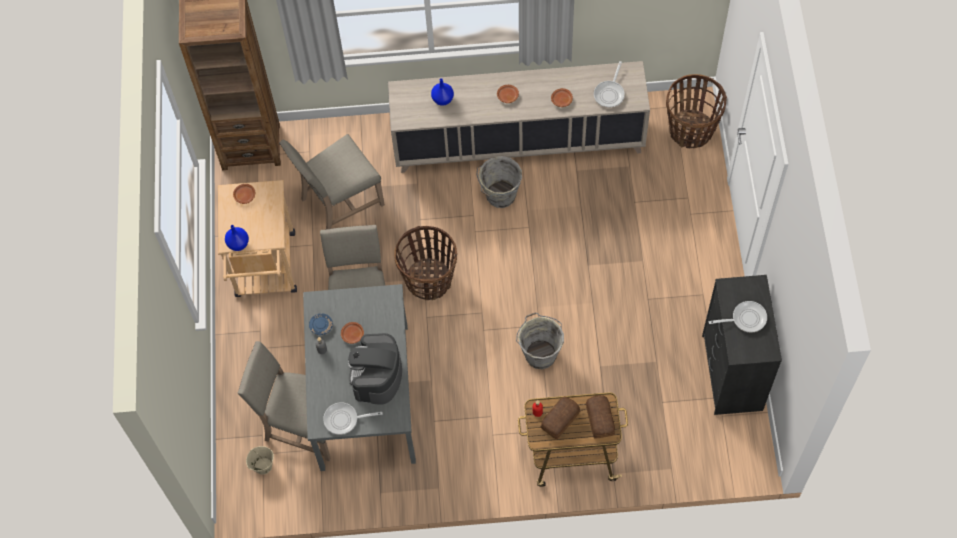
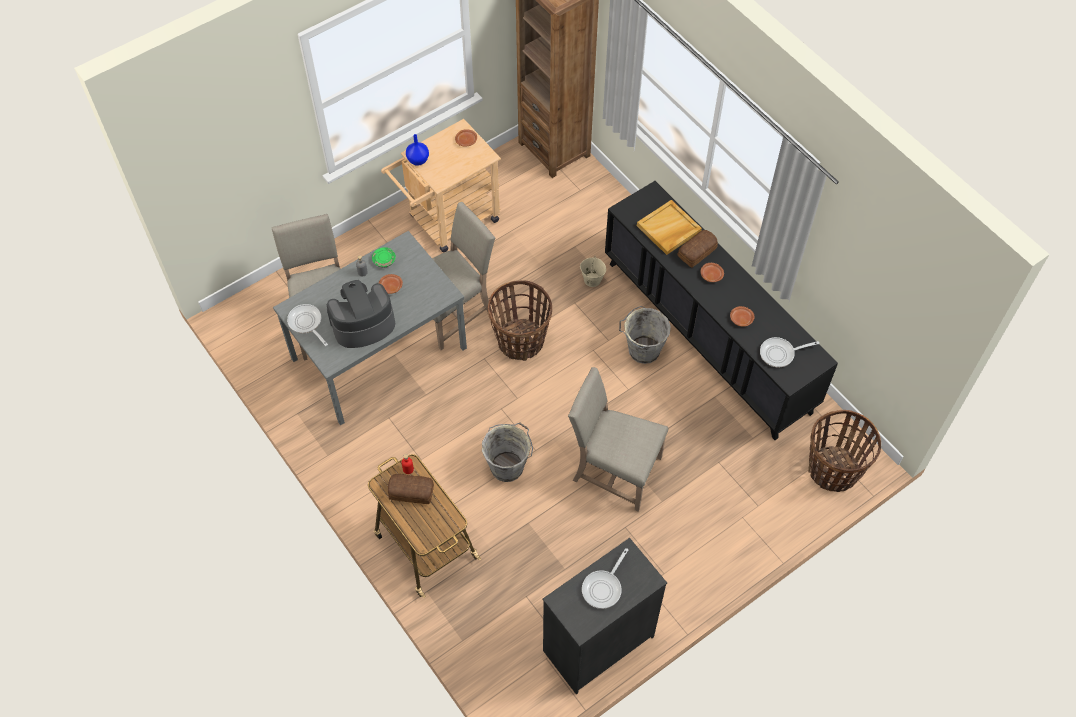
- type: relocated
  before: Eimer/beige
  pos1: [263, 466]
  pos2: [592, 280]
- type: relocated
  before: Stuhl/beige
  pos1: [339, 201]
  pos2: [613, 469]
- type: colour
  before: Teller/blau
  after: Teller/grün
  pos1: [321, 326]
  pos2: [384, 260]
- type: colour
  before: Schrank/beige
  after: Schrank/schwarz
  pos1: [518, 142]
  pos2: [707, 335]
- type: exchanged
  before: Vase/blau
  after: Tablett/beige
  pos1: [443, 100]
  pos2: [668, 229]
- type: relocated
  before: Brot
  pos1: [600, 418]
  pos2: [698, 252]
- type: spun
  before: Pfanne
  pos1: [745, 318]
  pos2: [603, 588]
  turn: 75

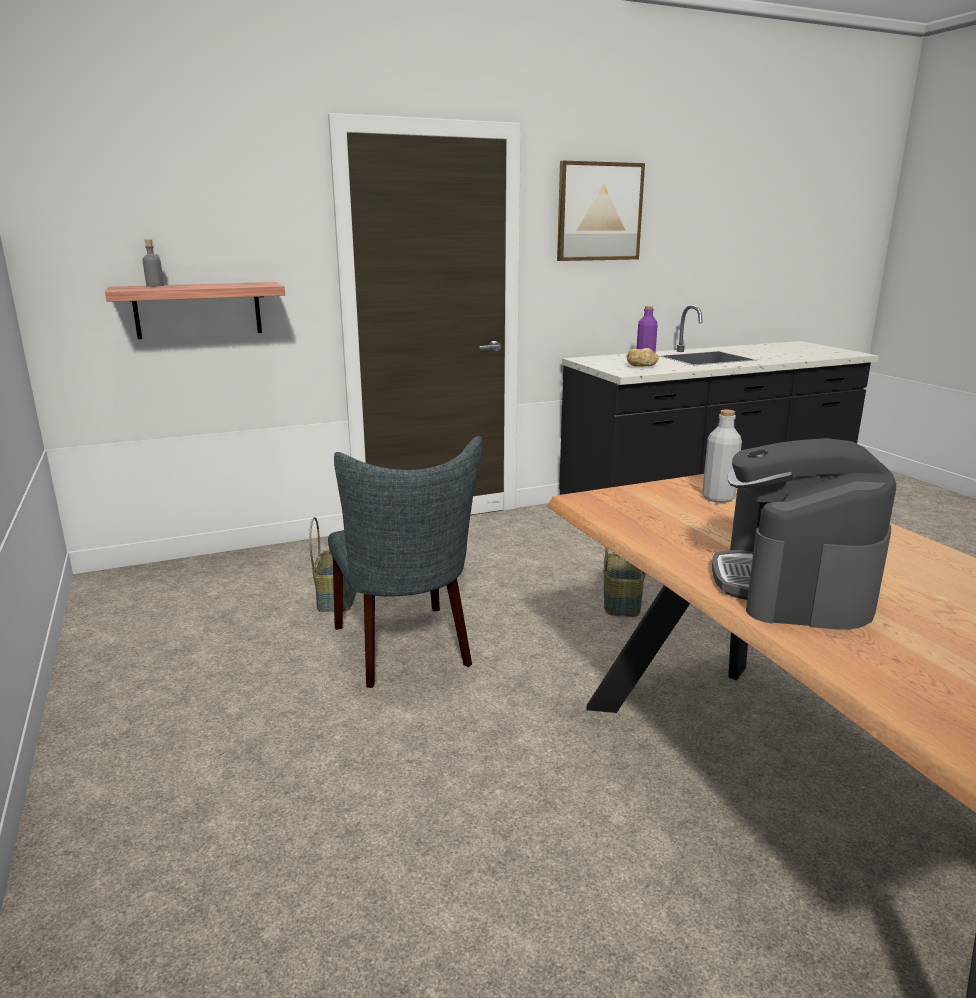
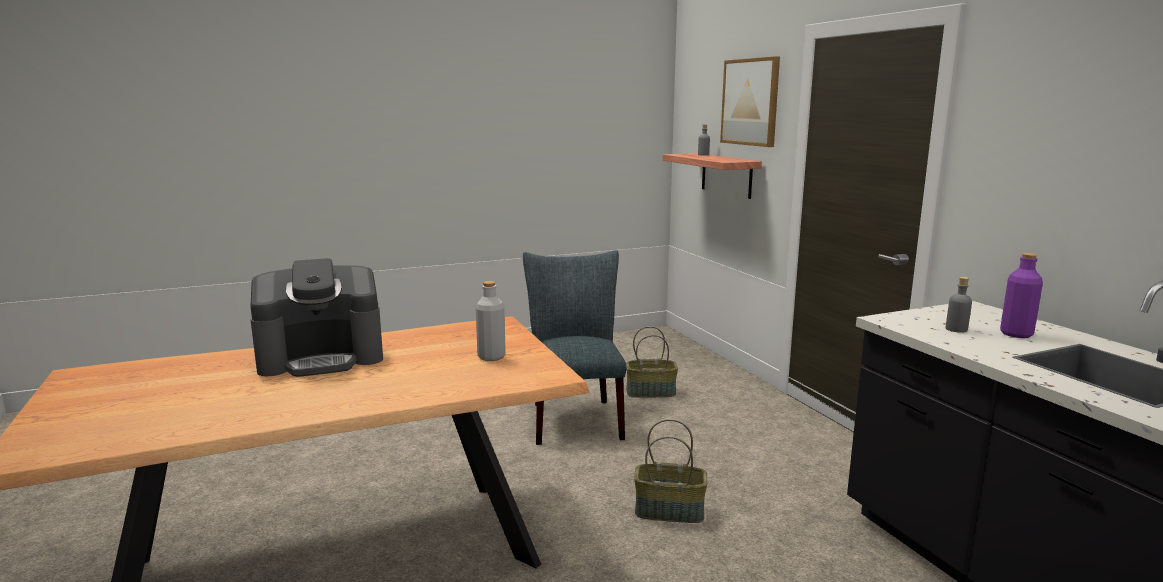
- type: spun
  before: Stuhl/grau
  pos1: [406, 649]
  pos2: [574, 418]
  turn: 105
- type: relocated
  before: Bild
  pos1: [599, 212]
  pos2: [750, 102]
- type: exchanged
  before: Brot
  after: Flasche/grau
  pos1: [641, 366]
  pos2: [956, 329]
- type: spun
  before: Kaffeemaschine
  pos1: [793, 584]
  pos2: [322, 358]
  turn: 150

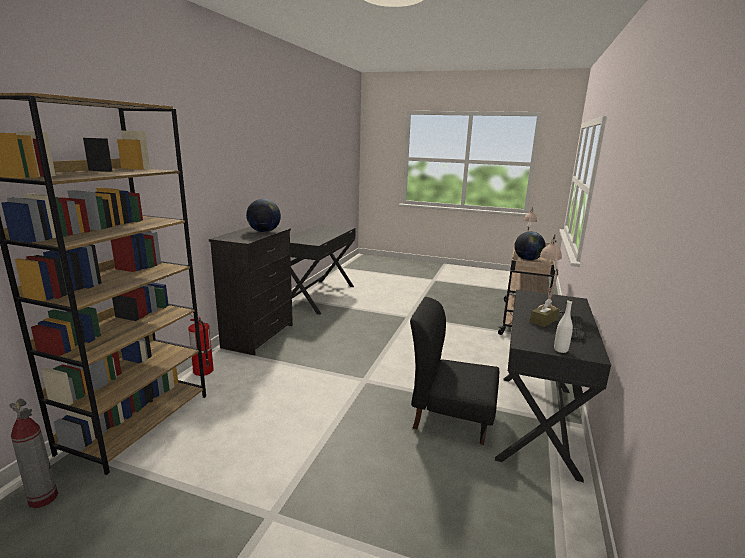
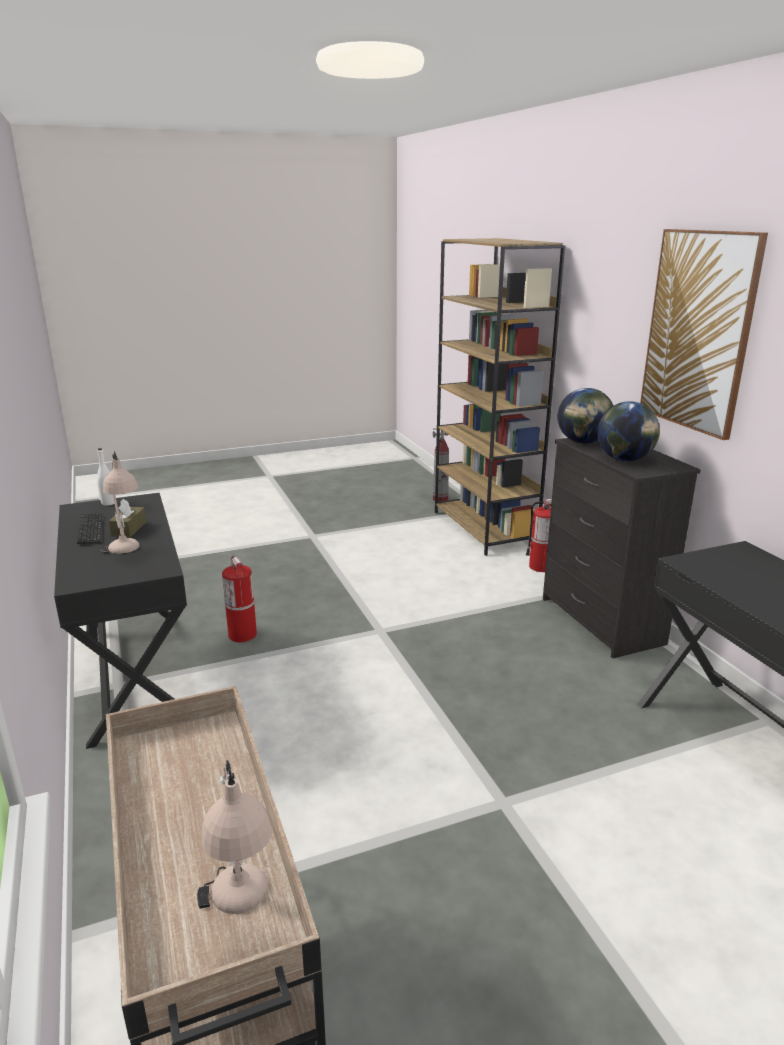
- type: exchanged
  before: Stuhl/schwarz
  after: Feuerlöscher
  pos1: [450, 417]
  pos2: [242, 635]
- type: relocated
  before: Globus
  pos1: [527, 259]
  pos2: [583, 442]
- type: appeared
  after: Bild
  pos2: [698, 331]

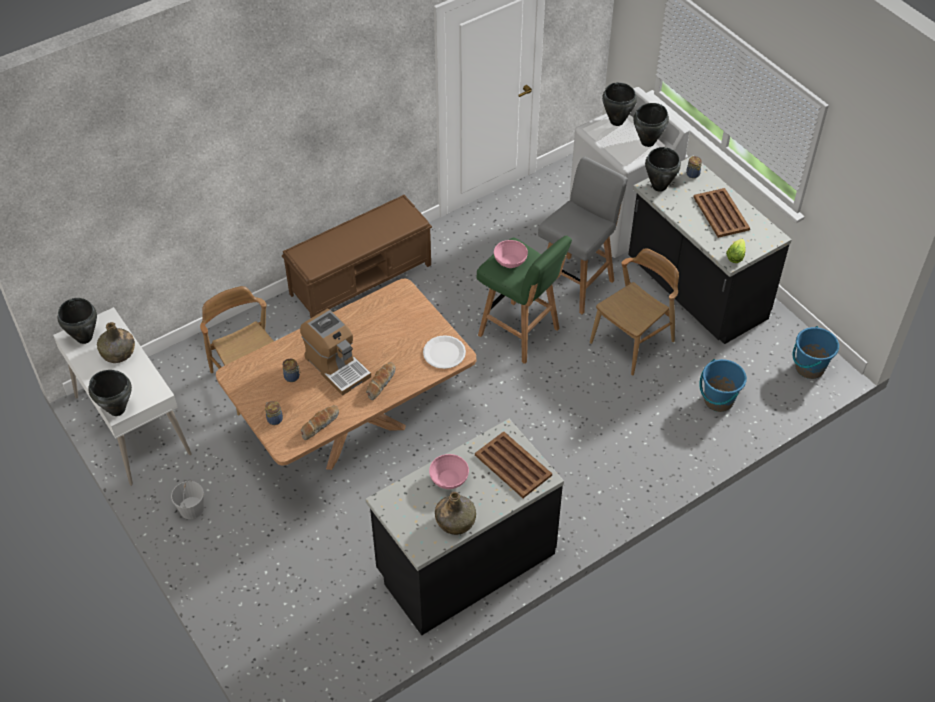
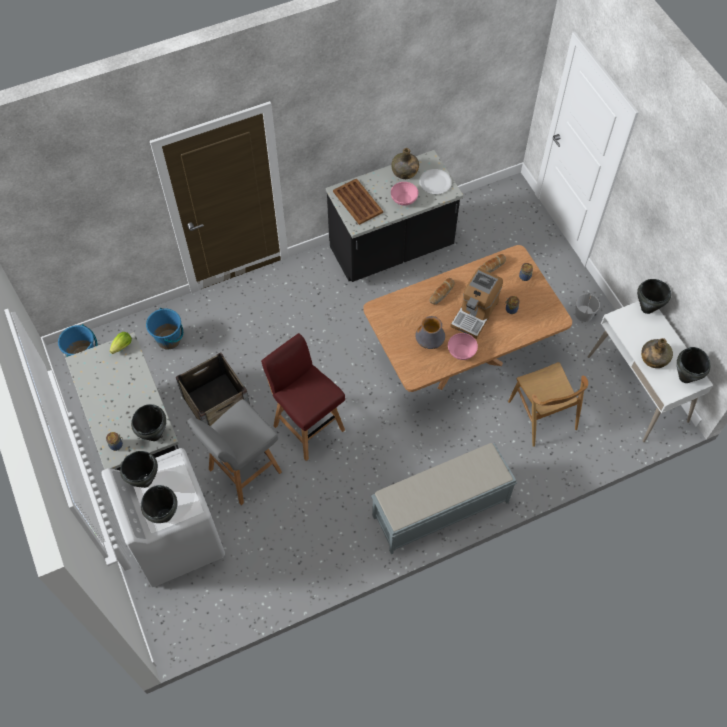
- type: colour
  before: Bank/braun
  after: Bank/grau
  pos1: [362, 279]
  pos2: [439, 509]
- type: spun
  before: Kaffeemaschine
  pos1: [337, 366]
  pos2: [475, 313]
  turn: -120
- type: relocated
  before: Teller/weiß
  pos1: [444, 353]
  pos2: [435, 182]
- type: colour
  before: Hocker/grün
  after: Hocker/rot
  pos1: [520, 333]
  pos2: [308, 426]
- type: relocated
  before: Schüssel/rosa
  pos1: [510, 261]
  pos2: [461, 351]
- type: exchanged
  before: Stuhl/braun
  after: Kiste
  pos1: [632, 342]
  pos2: [216, 402]
- type: missing
  before: Tablett/braun
  pos1: [721, 213]
- type: appeared
  after: Vase
  pos2: [429, 343]

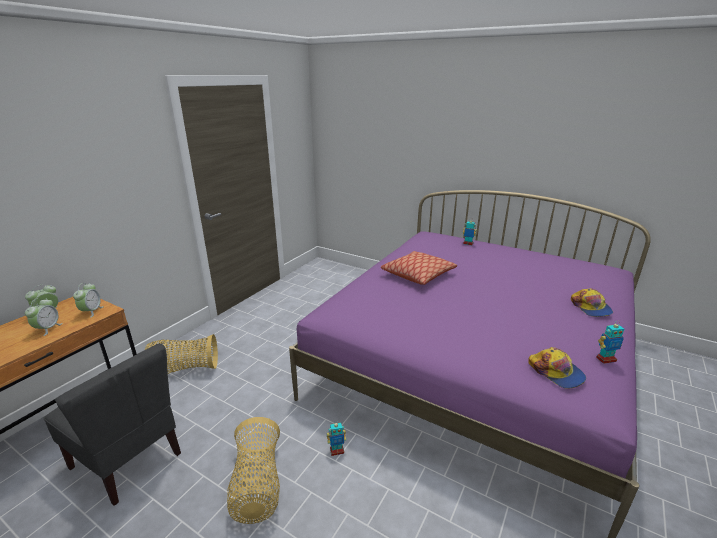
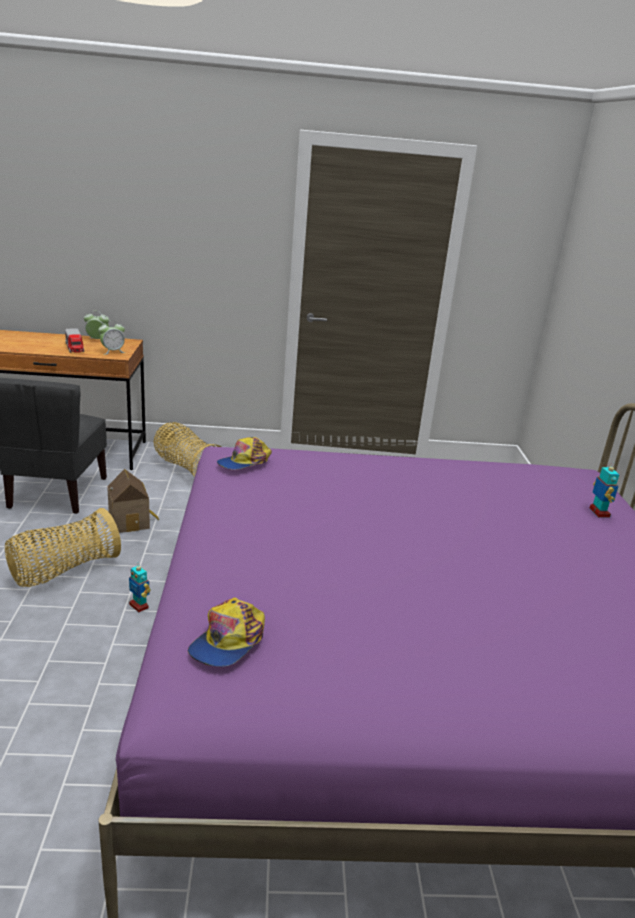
- type: exchanged
  before: Wecker
  after: Spielzeuglaster
  pos1: [48, 329]
  pos2: [75, 348]
- type: missing
  before: Kissen
  pos1: [418, 274]
- type: relocated
  before: Kappe
  pos1: [590, 307]
  pos2: [244, 462]
- type: missing
  before: Spielzeugroboter
  pos1: [605, 359]
- type: appeared
  after: Spielzeughaus
  pos2: [131, 521]

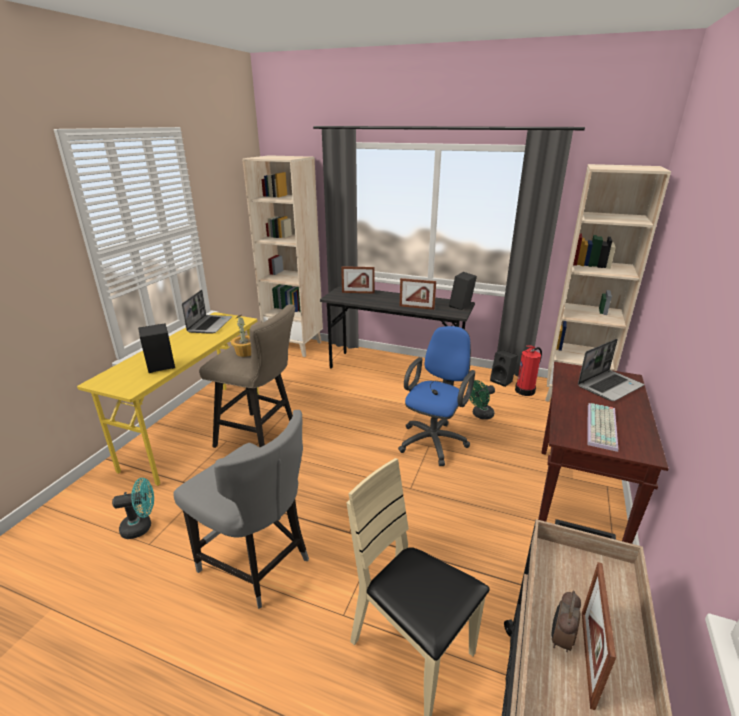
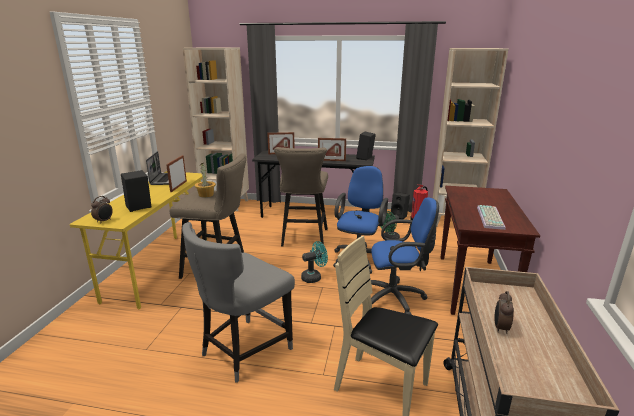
- type: relocated
  before: Ventilator/türkis
  pos1: [141, 527]
  pos2: [314, 277]
- type: spun
  before: Stuhl/grau
  pos1: [257, 563]
  pos2: [244, 351]
  turn: 105
- type: missing
  before: Laptop
  pos1: [609, 386]
- type: relocated
  before: Bilderrahmen
  pos1: [587, 657]
  pos2: [178, 186]
- type: appeared
  after: Wecker
  pos2: [104, 221]
- type: appeared
  after: Hocker/beige
  pos2: [303, 239]
- type: appeared
  after: Bürostuhl/blau
  pos2: [396, 298]

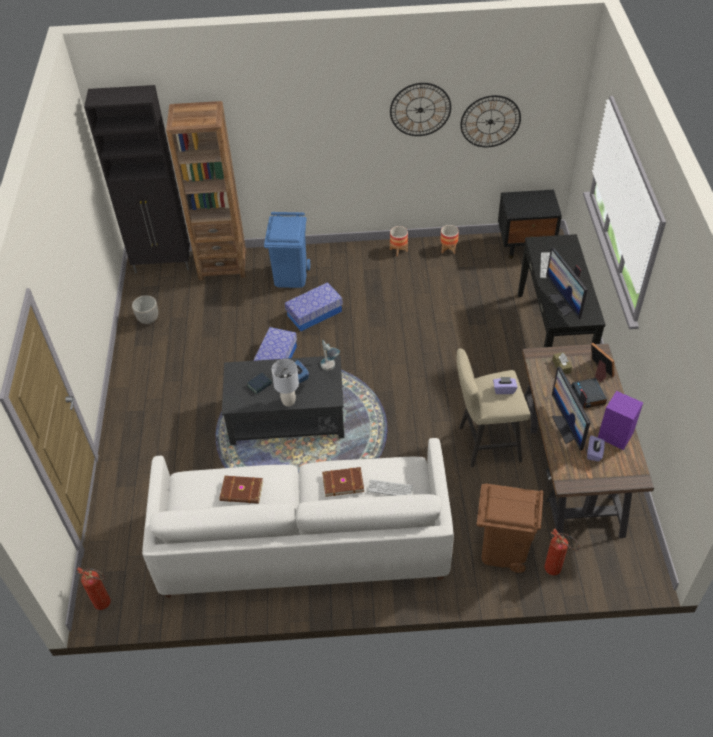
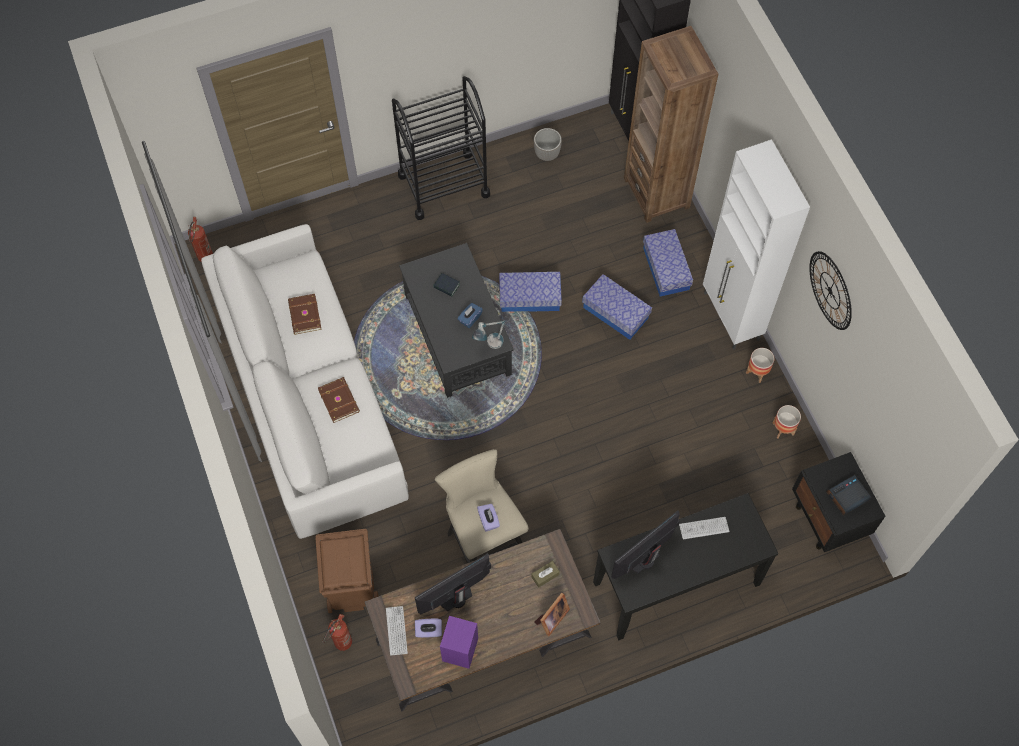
- type: exchanged
  before: Mülleimer/blau
  after: Aufbewahrungsbox
  pos1: [291, 276]
  pos2: [666, 269]
- type: missing
  before: Tischlampe/grau
  pos1: [288, 402]
- type: relocated
  before: Tastatur
  pos1: [390, 489]
  pos2: [396, 631]
- type: missing
  before: Wanduhr
  pos1: [490, 121]
- type: relocated
  before: Wecker
  pos1: [588, 396]
  pos2: [847, 497]
- type: appeared
  after: Rollwagen/schwarz
  pos2: [443, 185]
- type: appeared
  after: Schrank/weiß
  pos2: [731, 317]

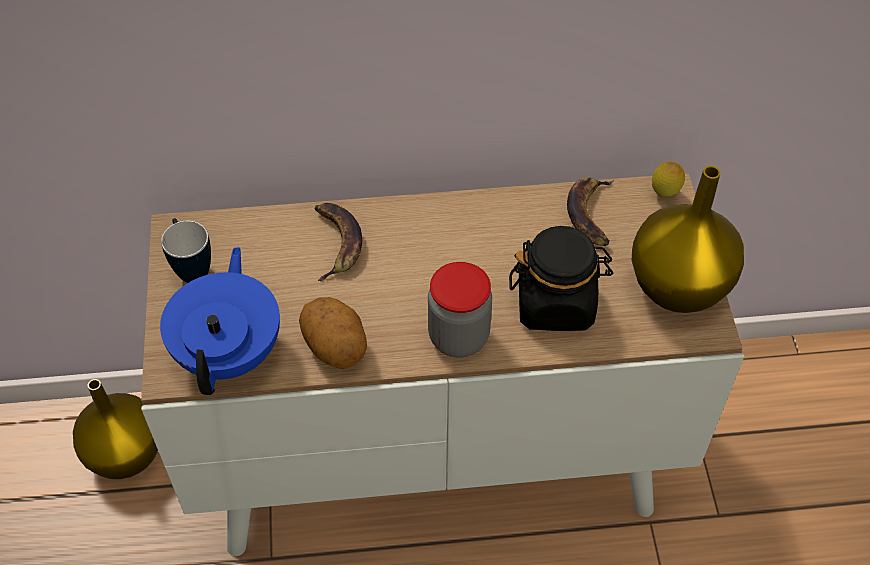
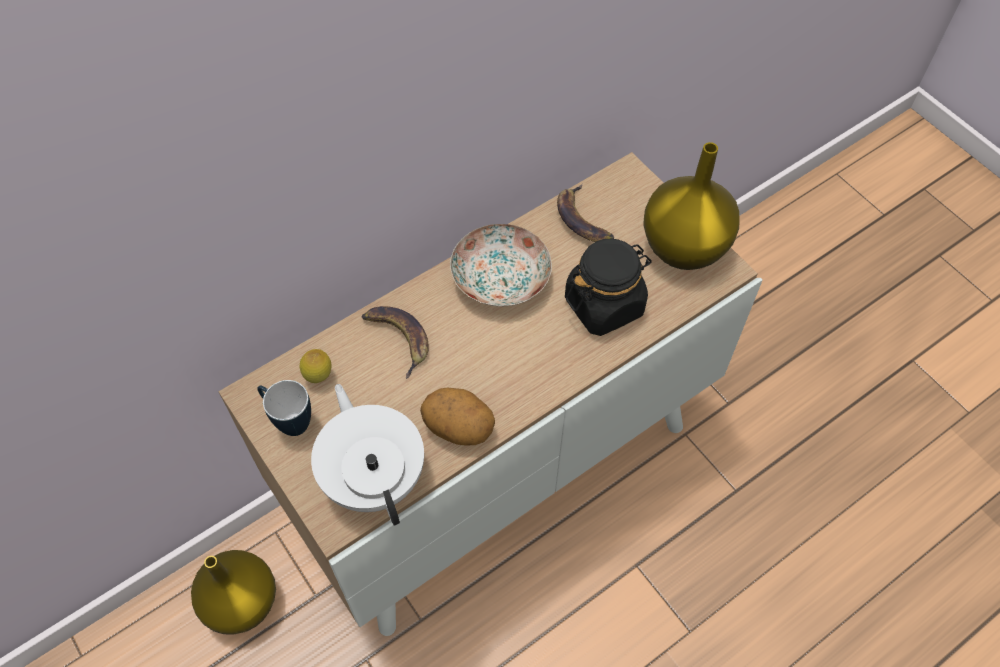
- type: colour
  before: Teekanne/blau
  after: Teekanne/weiß
  pos1: [230, 352]
  pos2: [374, 476]
- type: missing
  before: Vorratsglas
  pos1: [458, 337]
- type: relocated
  before: Zitrone
  pos1: [664, 194]
  pos2: [319, 377]
- type: appeared
  after: Teller
  pos2: [502, 277]

